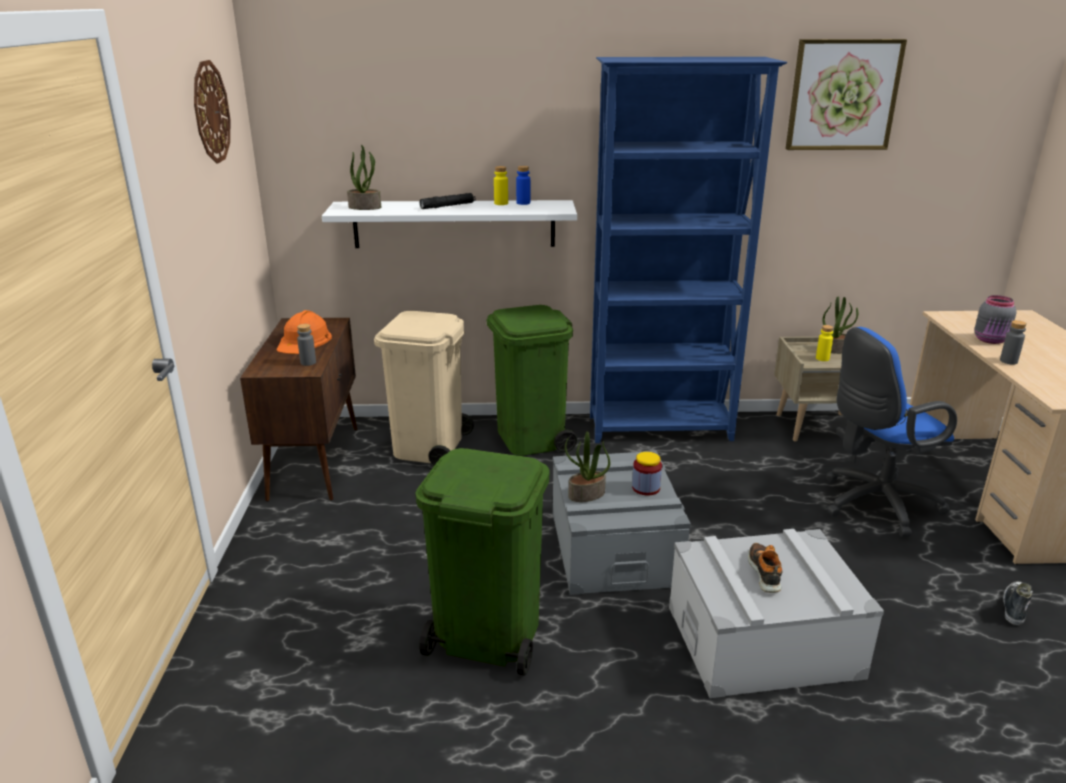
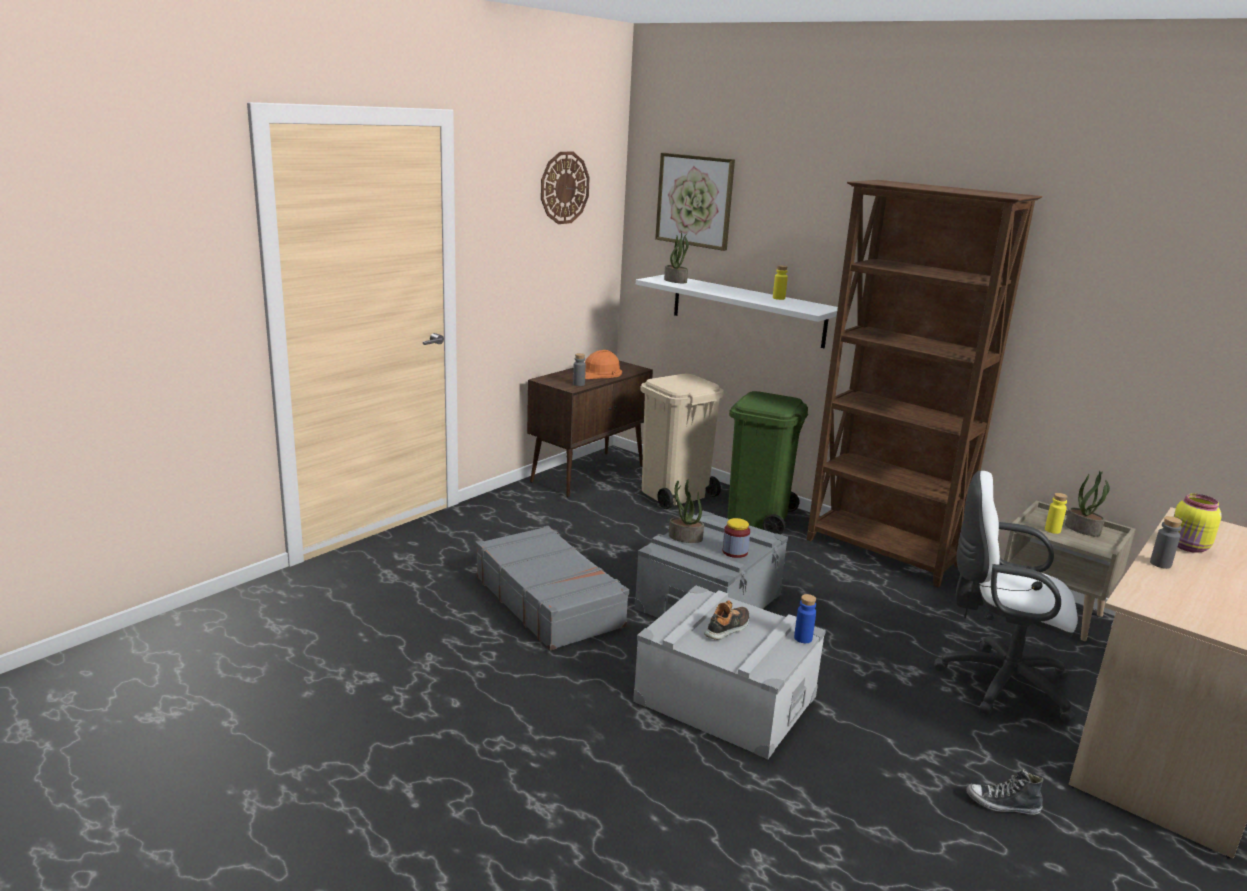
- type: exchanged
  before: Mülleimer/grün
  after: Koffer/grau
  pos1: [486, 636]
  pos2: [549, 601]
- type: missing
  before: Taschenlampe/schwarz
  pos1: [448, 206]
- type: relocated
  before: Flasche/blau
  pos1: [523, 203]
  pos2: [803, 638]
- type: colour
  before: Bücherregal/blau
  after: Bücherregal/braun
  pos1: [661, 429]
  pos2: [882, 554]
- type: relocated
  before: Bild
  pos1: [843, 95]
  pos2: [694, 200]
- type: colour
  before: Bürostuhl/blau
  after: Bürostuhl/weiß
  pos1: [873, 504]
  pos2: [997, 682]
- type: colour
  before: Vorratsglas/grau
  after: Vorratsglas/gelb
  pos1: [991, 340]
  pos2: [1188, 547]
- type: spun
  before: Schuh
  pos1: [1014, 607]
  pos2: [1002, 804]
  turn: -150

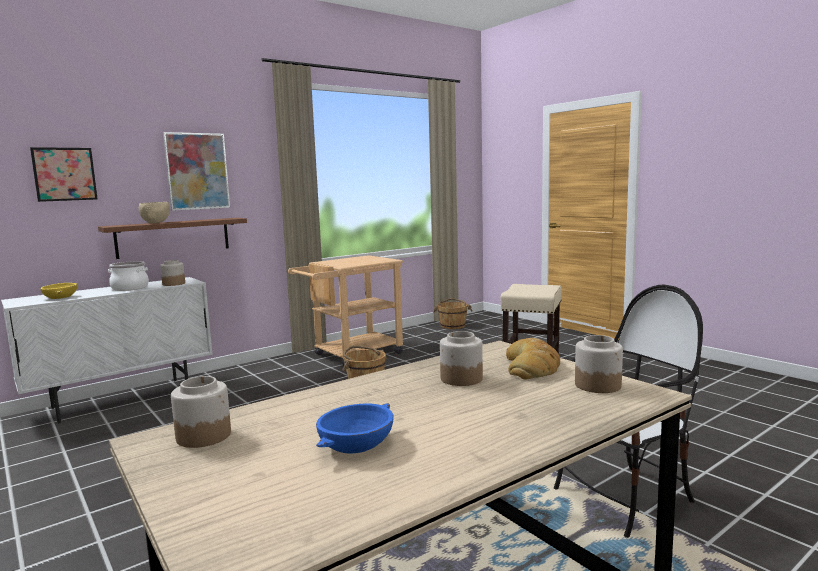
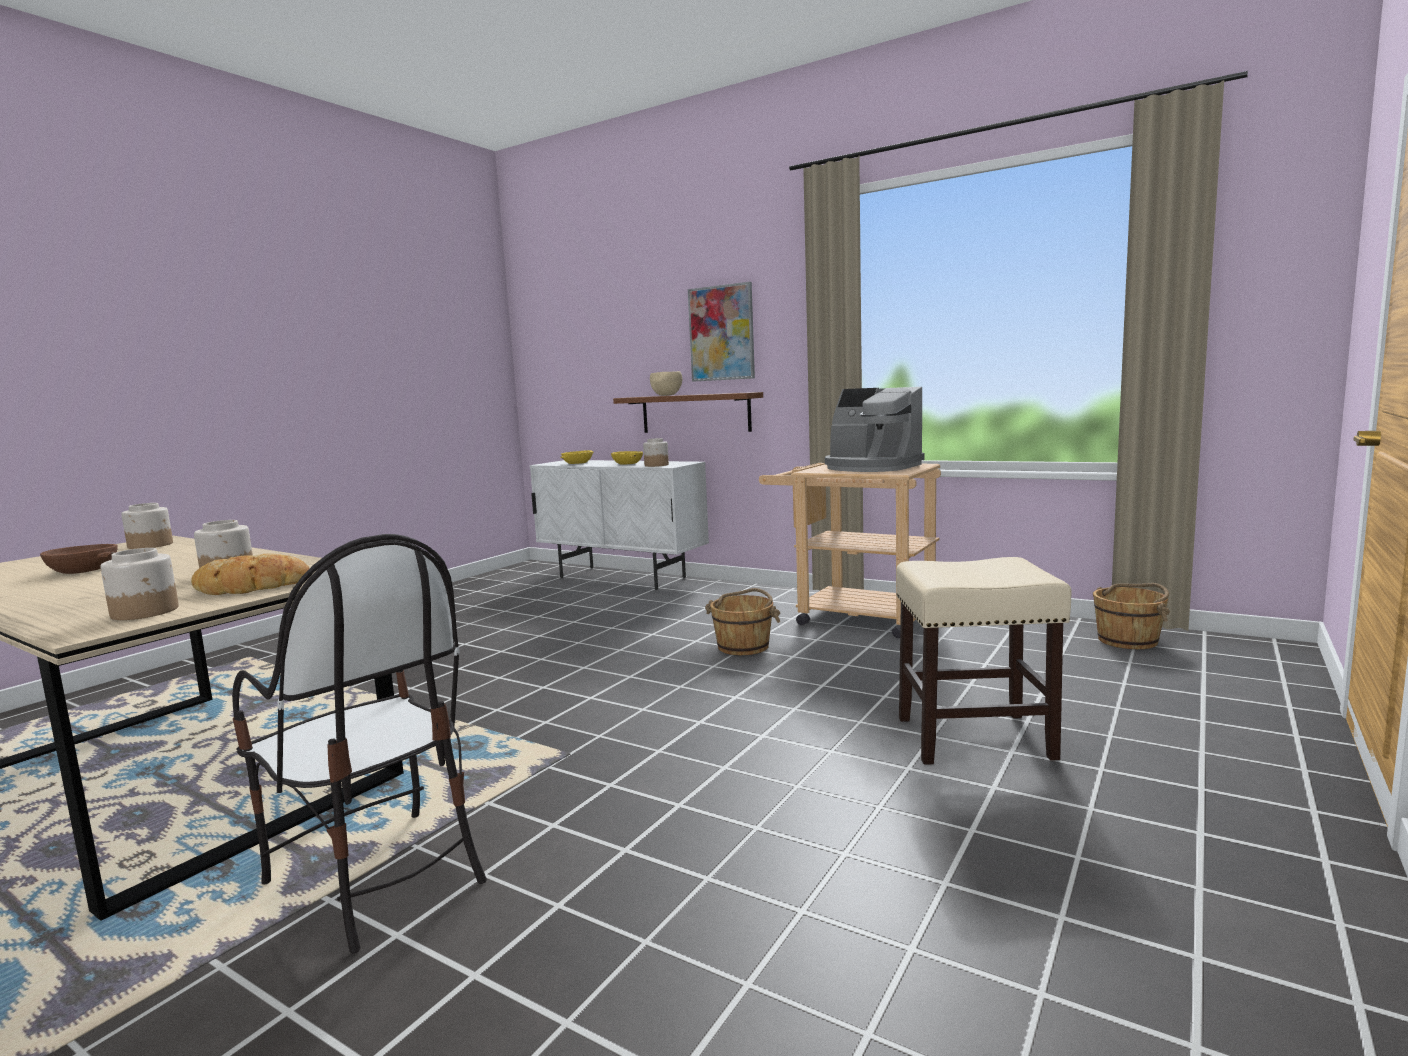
- type: missing
  before: Bild
  pos1: [64, 174]
- type: exchanged
  before: Kochtopf
  after: Schüssel/gelb
  pos1: [130, 288]
  pos2: [627, 463]
- type: colour
  before: Schüssel/blau
  after: Schüssel/braun
  pos1: [356, 444]
  pos2: [82, 570]
- type: appeared
  after: Kaffeemaschine
  pos2: [871, 467]

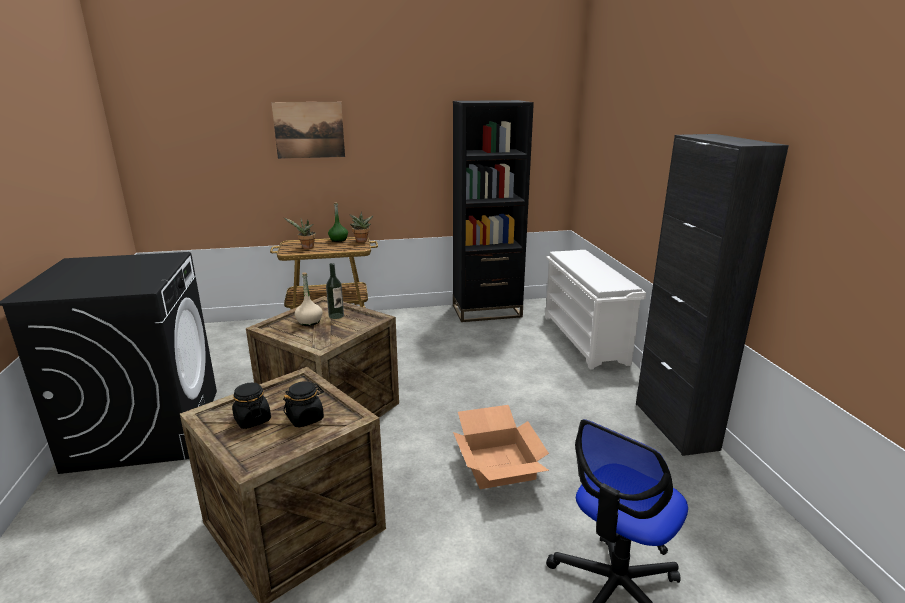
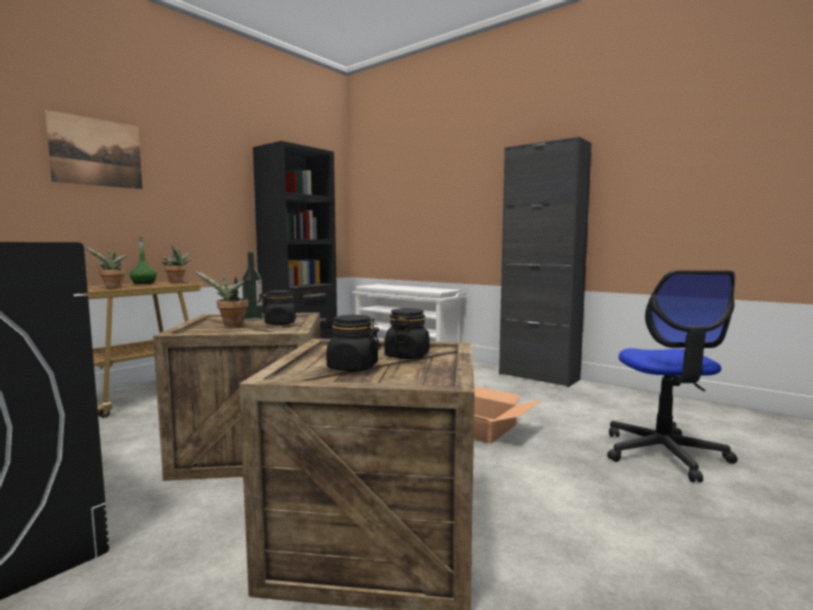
- type: exchanged
  before: Flasche/beige
  after: Topfpflanze
  pos1: [309, 322]
  pos2: [231, 324]
- type: appeared
  after: Vorratsglas/schwarz
  pos2: [281, 323]

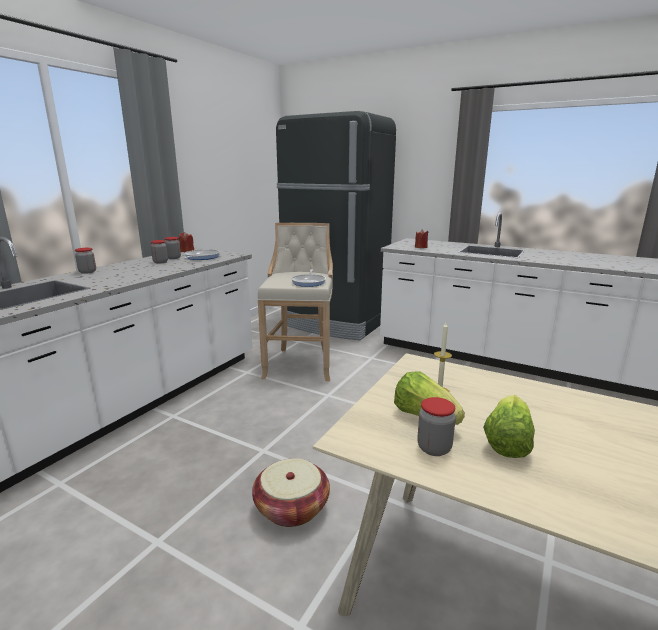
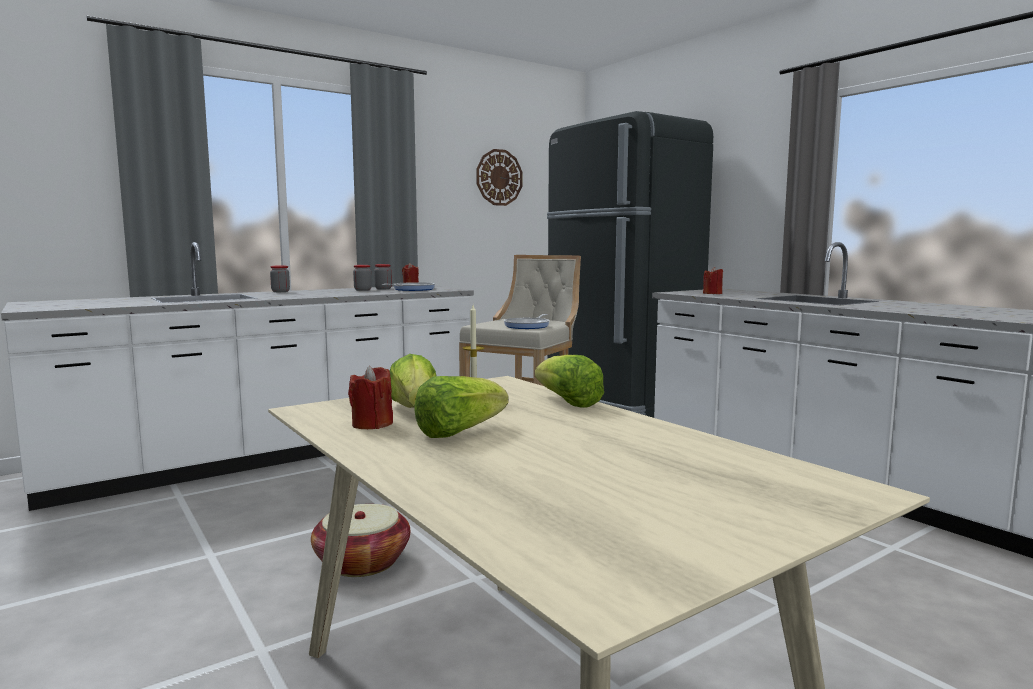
- type: exchanged
  before: Vorratsglas
  after: Kerze/rot
  pos1: [434, 448]
  pos2: [372, 424]
- type: appeared
  after: Wanduhr
  pos2: [499, 177]
- type: appeared
  after: Salatkopf
  pos2: [567, 402]

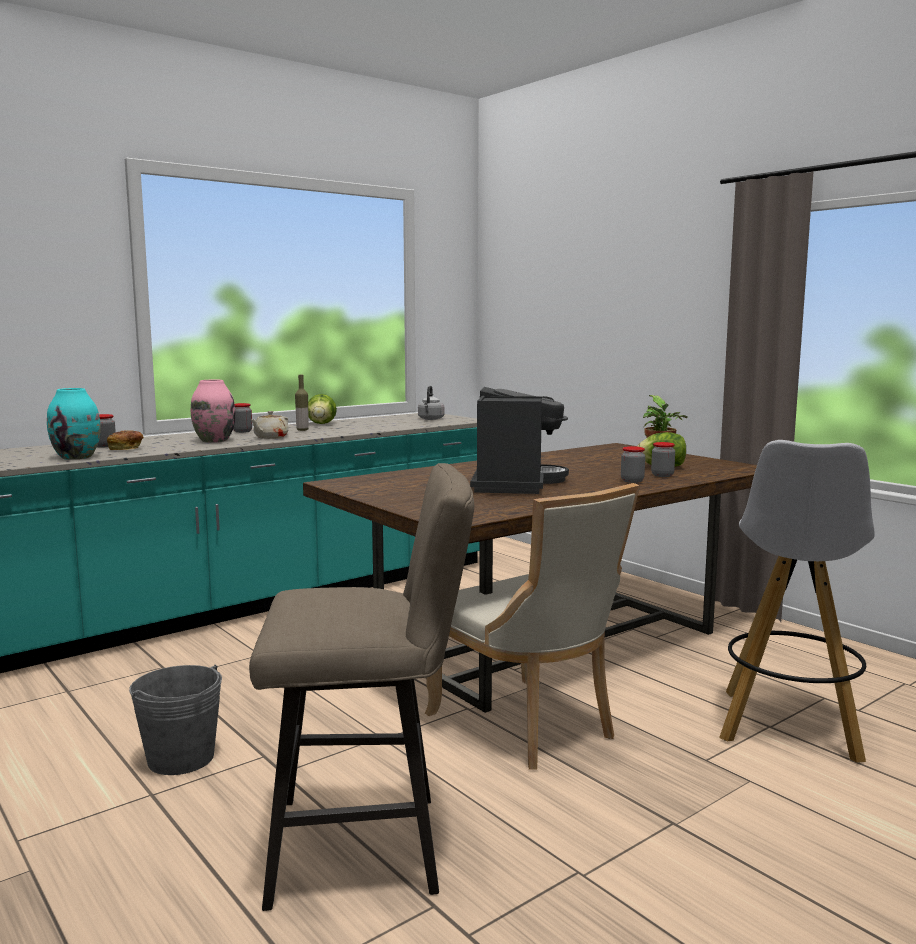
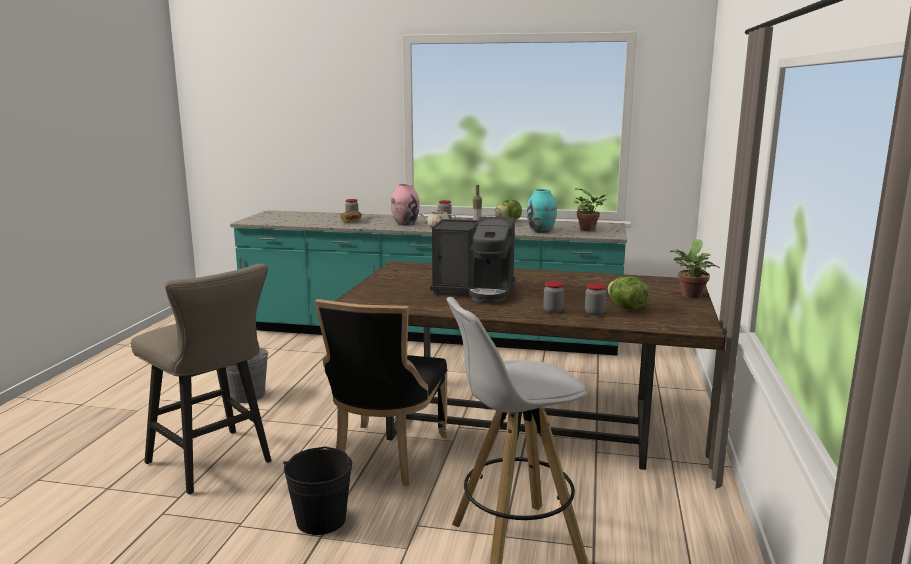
- type: relocated
  before: Vase/türkis
  pos1: [77, 457]
  pos2: [541, 231]
- type: exchanged
  before: Wasserkessel/grau
  after: Topfpflanze
  pos1: [430, 419]
  pos2: [589, 230]
- type: colour
  before: Stuhl/beige
  after: Stuhl/schwarz
  pos1: [528, 726]
  pos2: [386, 457]
- type: spun
  before: Kaffeemaschine
  pos1: [514, 484]
  pos2: [475, 291]
  turn: 45
- type: appeared
  after: Eimer/schwarz
  pos2: [321, 520]

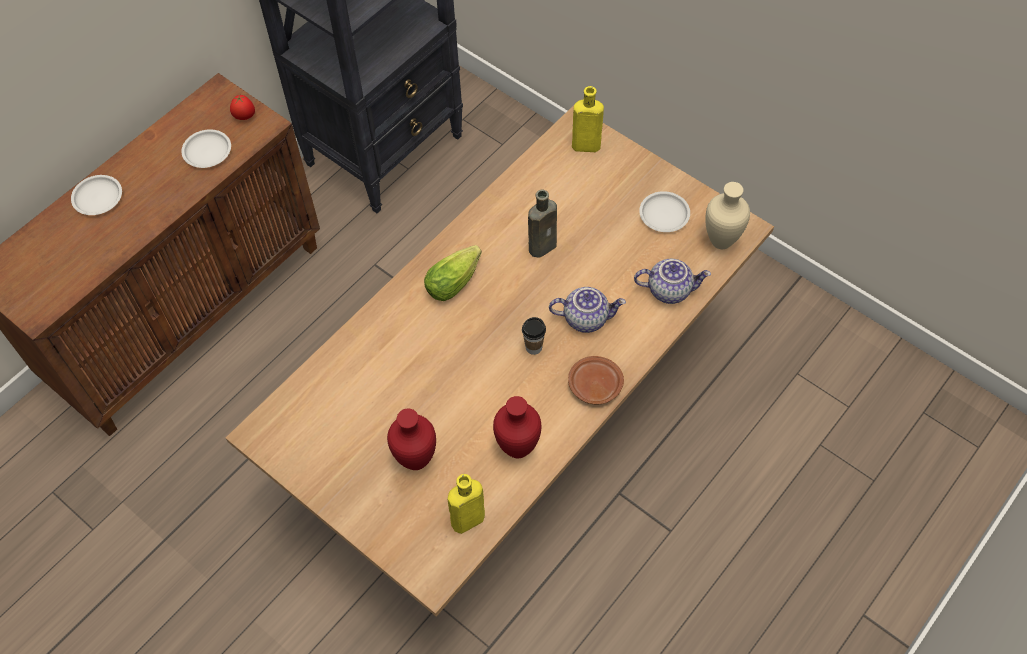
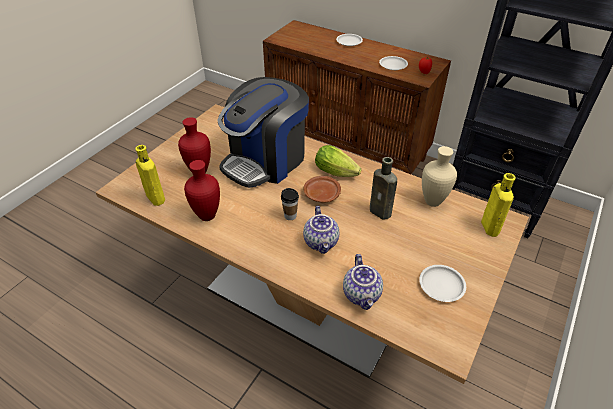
- type: relocated
  before: Teller/braun
  pos1: [594, 385]
  pos2: [322, 194]
- type: relocated
  before: Vase/beige
  pos1: [721, 240]
  pos2: [433, 202]
- type: appeared
  after: Kaffeemaschine
  pos2: [266, 160]

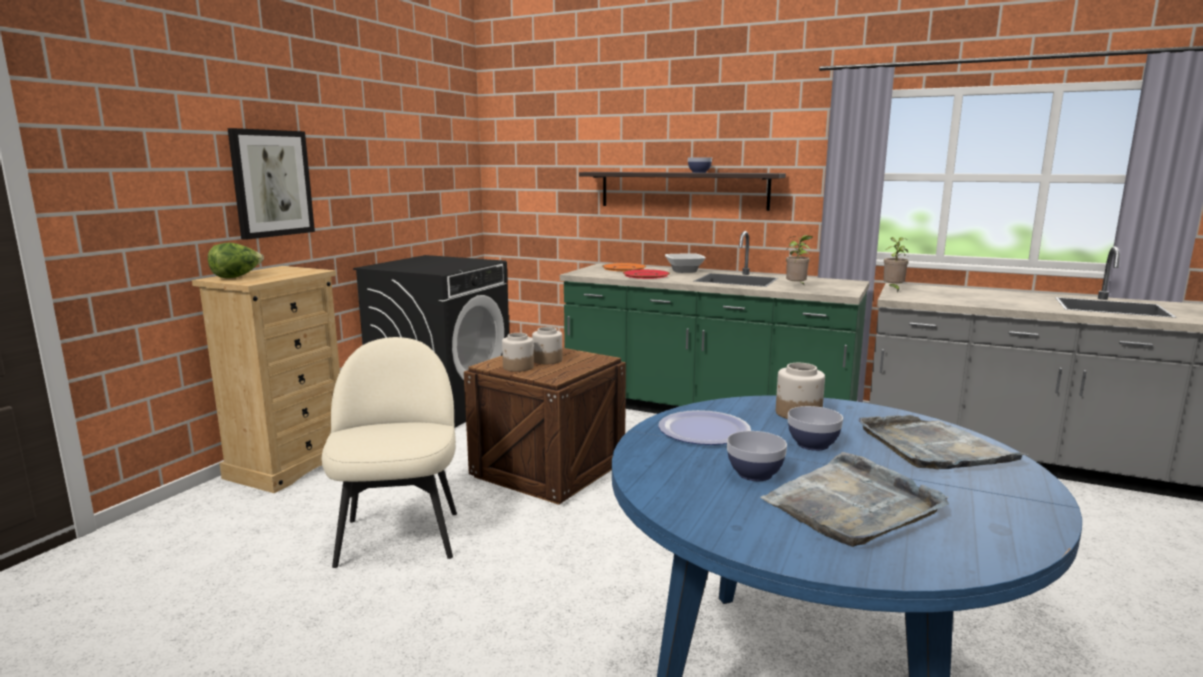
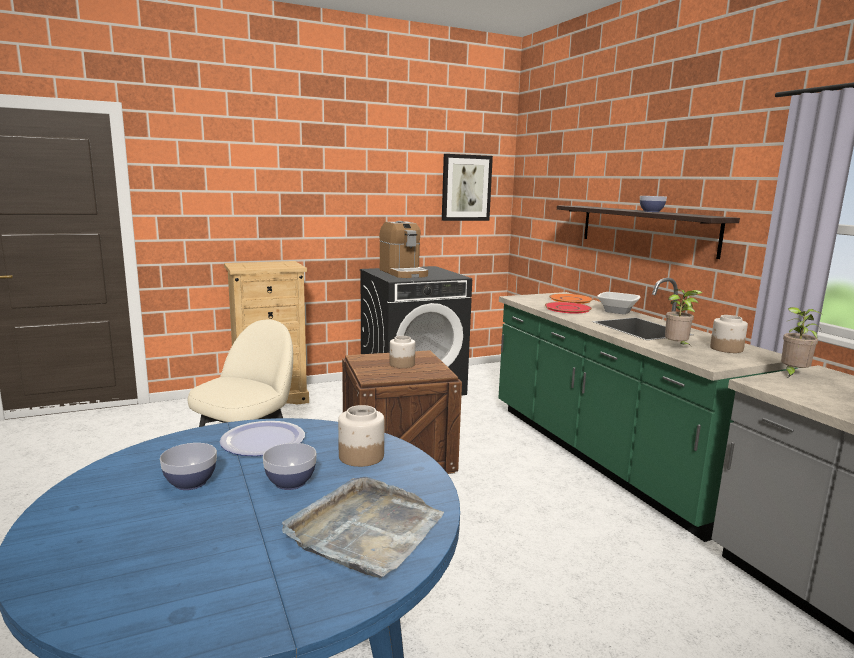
- type: missing
  before: Salatkopf
  pos1: [237, 277]
- type: relocated
  before: Bild
  pos1: [271, 183]
  pos2: [466, 188]
- type: relocated
  before: Vorratsglas
  pos1: [518, 367]
  pos2: [726, 349]
- type: missing
  before: Tablett/grau
  pos1: [852, 505]
- type: appeared
  after: Kaffeemaschine
  pos2: [403, 273]

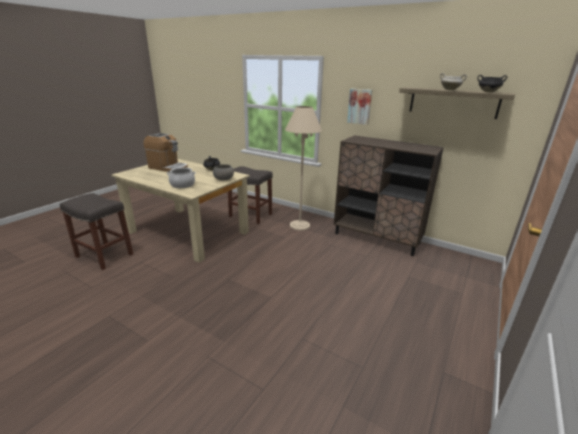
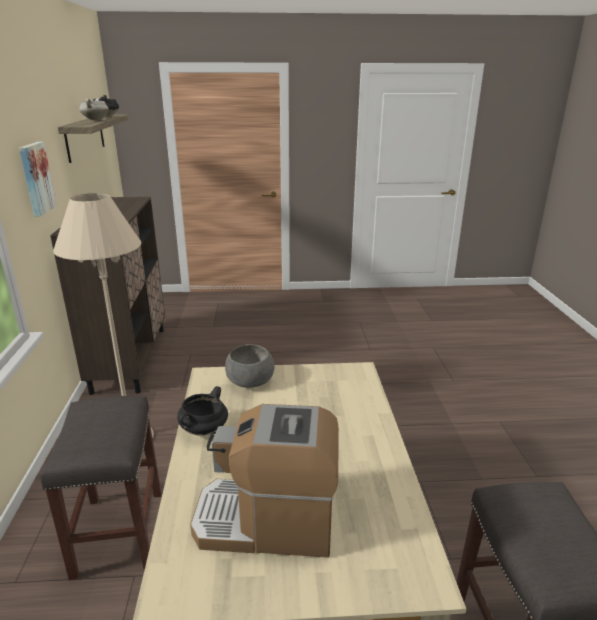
- type: spun
  before: Kaffeemaschine
  pos1: [168, 168]
  pos2: [267, 521]
  turn: -75
- type: missing
  before: Kochtopf
  pos1: [182, 185]

